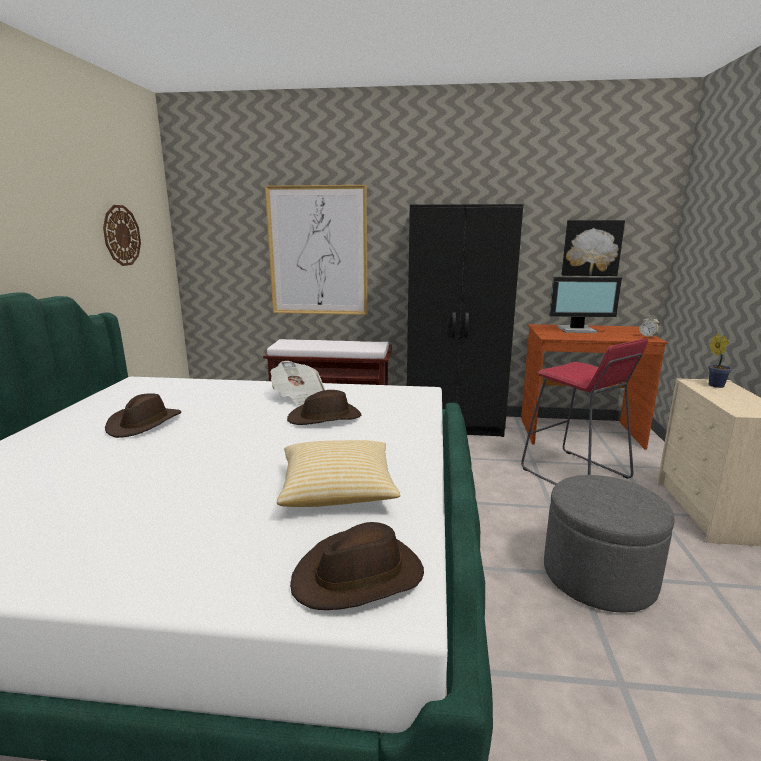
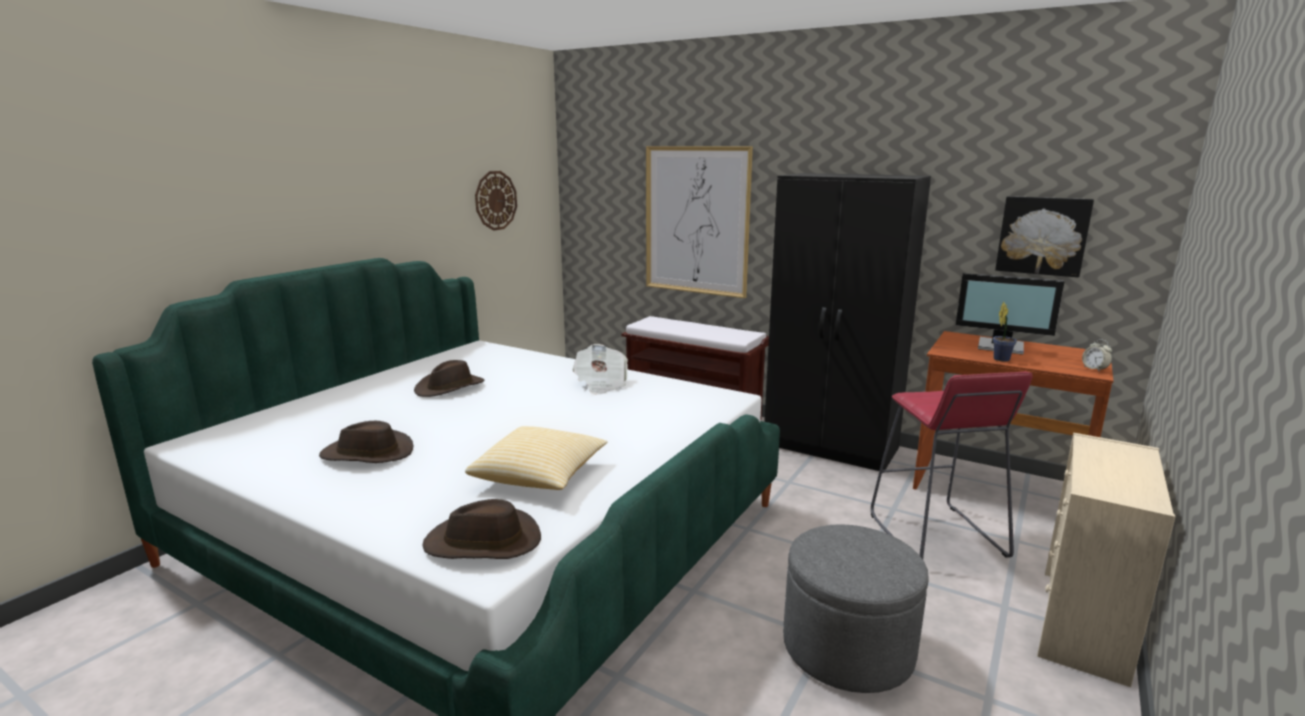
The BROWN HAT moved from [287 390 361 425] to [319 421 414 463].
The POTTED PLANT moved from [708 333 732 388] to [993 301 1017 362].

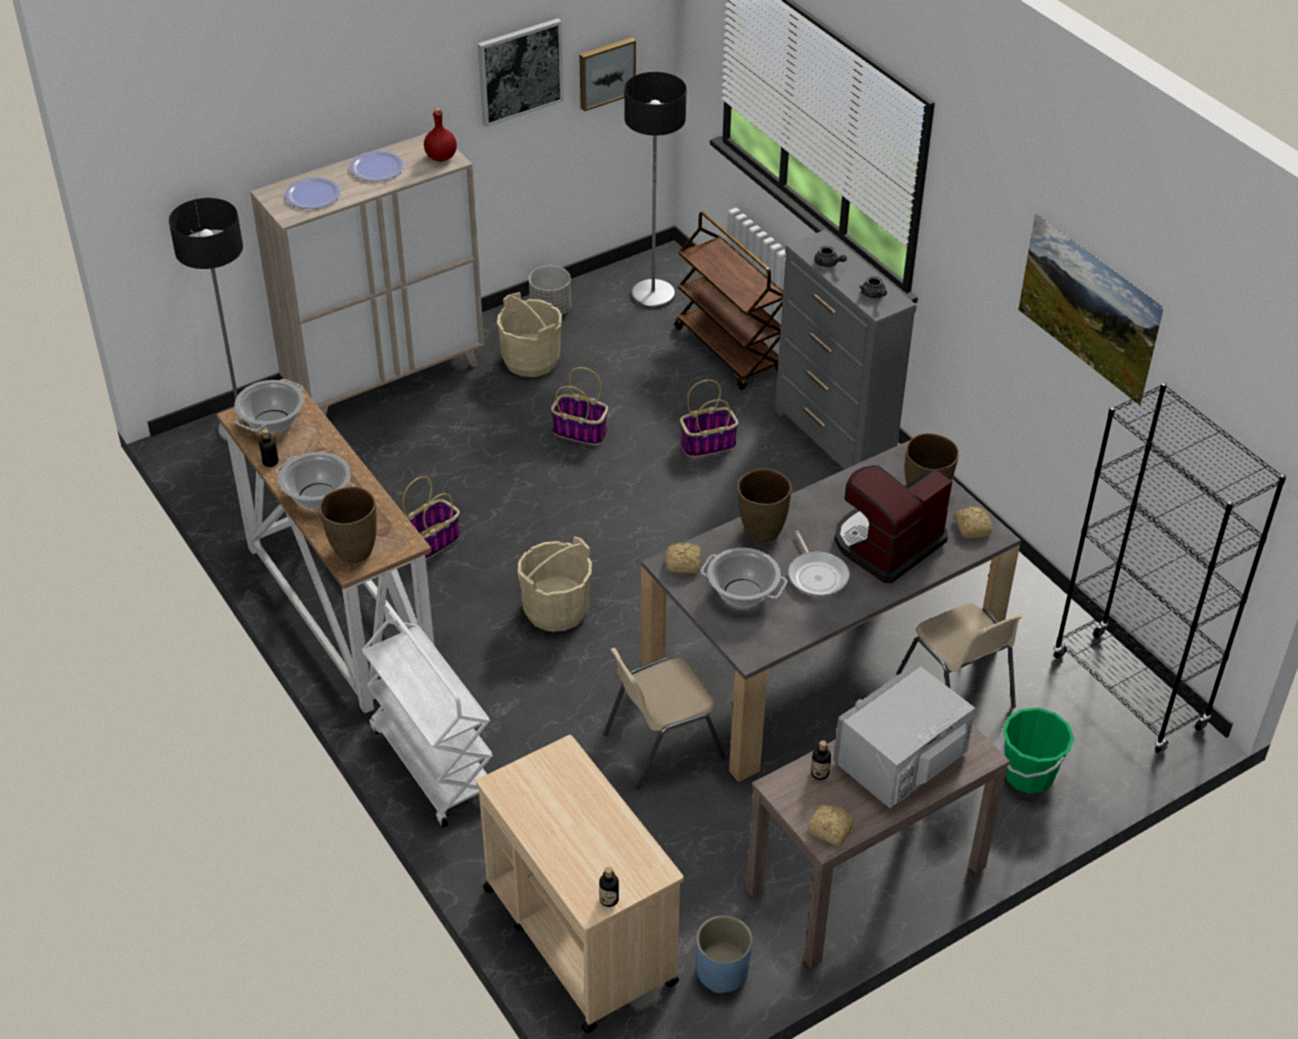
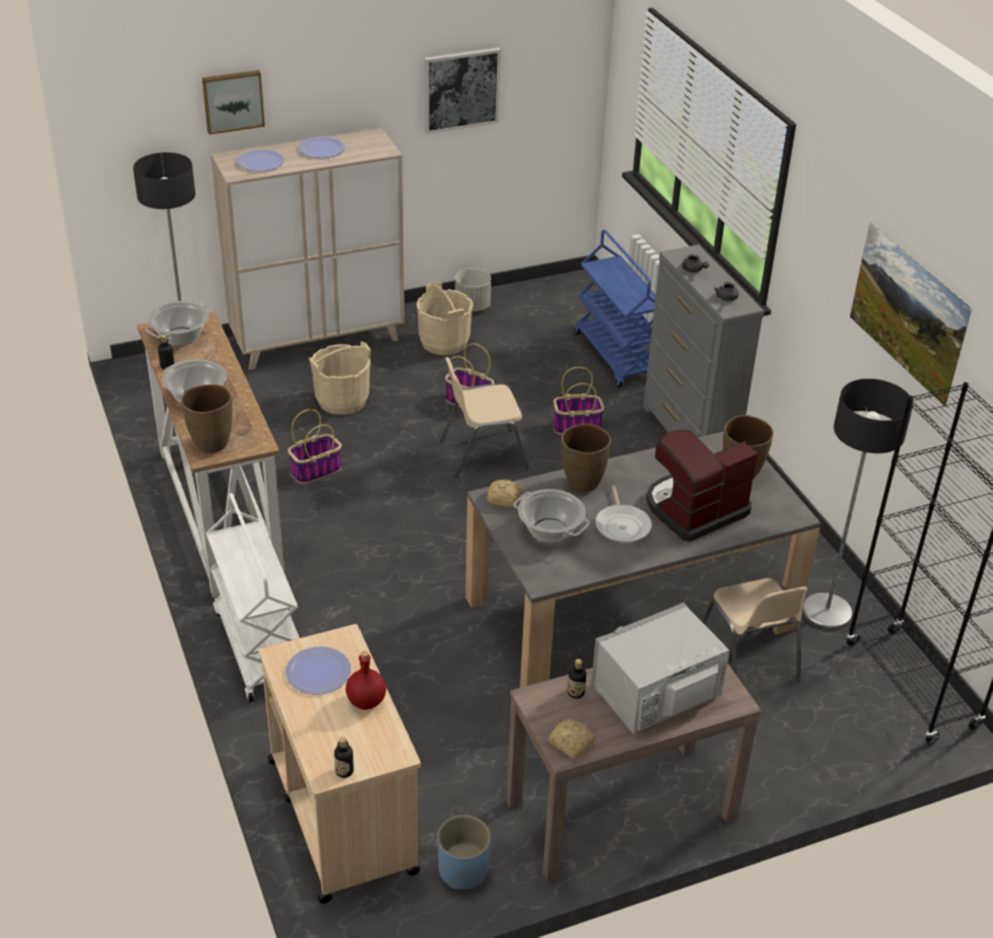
The PICTURE moved from [579 37 636 112] to [202 70 265 135].
The PLATE at [286 646 351 695] appeared.
The BEIGE BUCKET moved from [518 537 592 632] to [309 342 371 415].
The RED BOTTLE moved from [424 108 457 162] to [346 651 386 710].
The BEIGE CHAIR moved from [604 648 726 789] to [440 357 529 478].
The BROWN CART at [675 211 783 390] became the BLUE CART at [574 230 656 388].
The FLOOR LAMP moved from [624 72 686 309] to [803 379 913 630].
The BREAD at [954 507 992 538] disappeared.
The GREEN BUCKET at [1001 708 1074 794] disappeared.

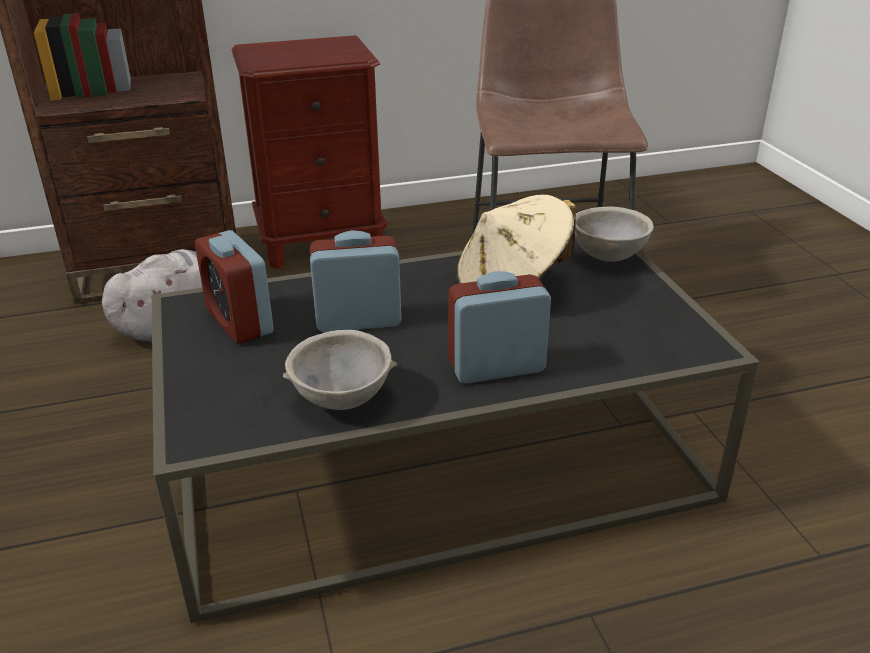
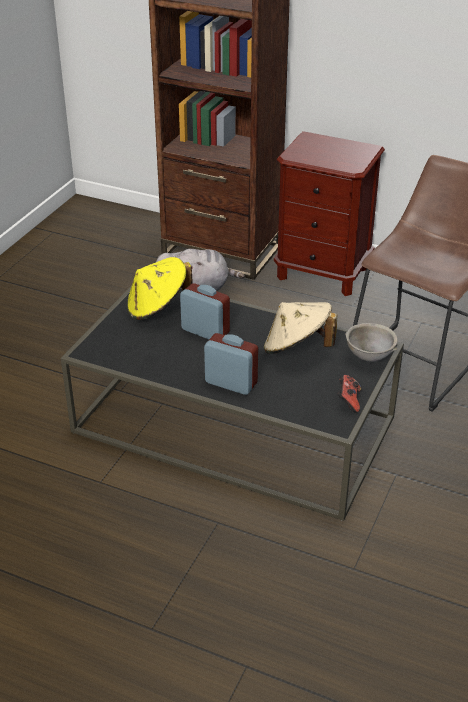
The ALARM CLOCK at [195 230 274 344] was replaced by the YELLOW HAT at [127 257 193 320].
The GAME CONTROLLER at [338 375 361 413] appeared.
The GREY BOWL at [283 330 397 410] disappeared.

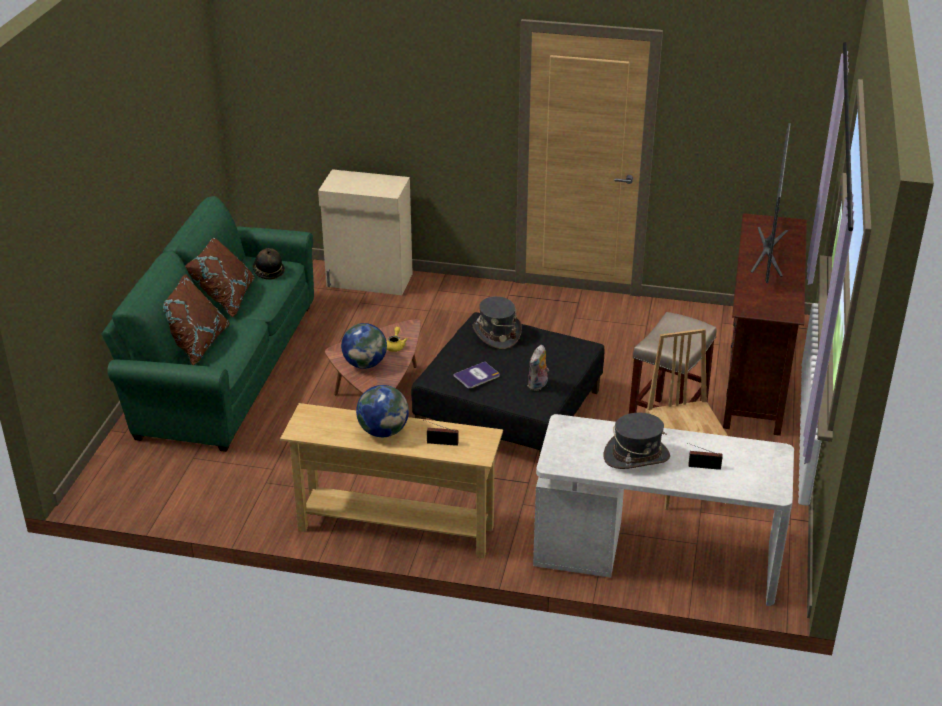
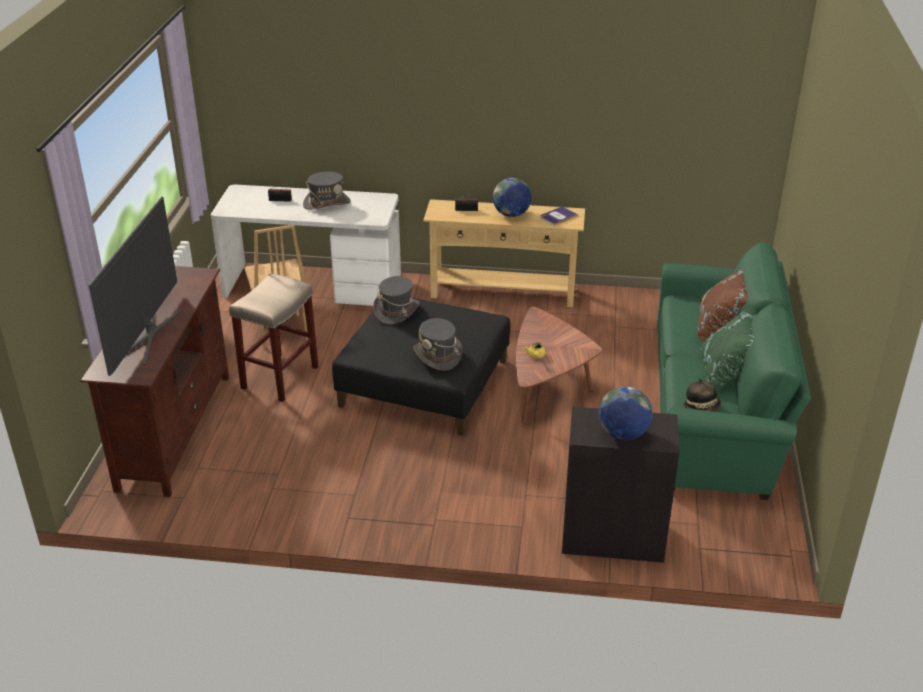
The PLUSH TOY at [528 345 549 391] was replaced by the GREY HAT at [373 276 420 325].
The BOOK moved from [453 362 499 389] to [540 207 578 226].
The BEIGE CABINET at [318 169 413 295] became the BLACK CABINET at [562 407 679 563].
The GLOBE moved from [341 323 387 369] to [599 387 653 440].
The BROWN PILLOW at [185 238 255 317] became the GREEN PILLOW at [699 305 757 392].

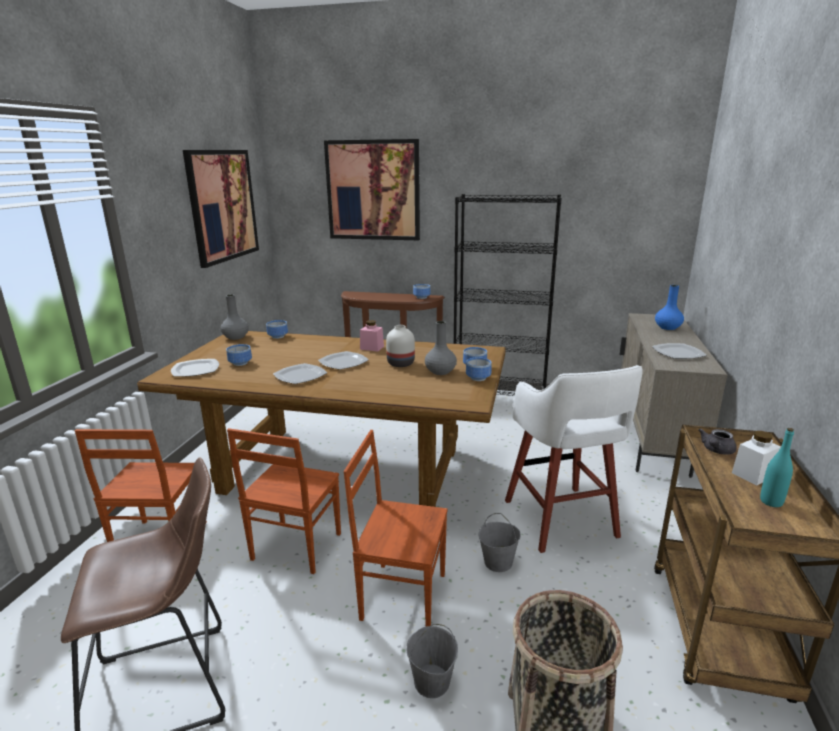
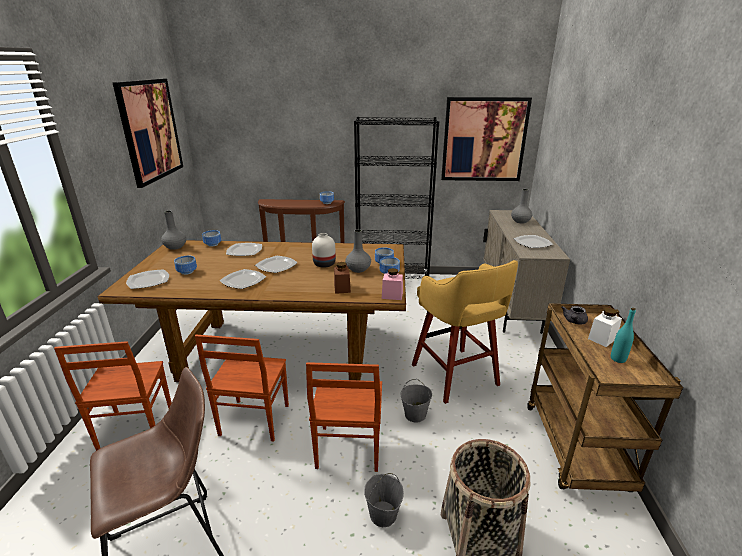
The PLATE at [226 243 262 256] appeared.
The BROWN CHAIR at [343 430 448 627] turned 90 degrees counterclockwise.
The BROWN JAR at [334 262 351 294] appeared.
The PINK JAR moved from [360 320 384 351] to [382 268 403 300].
The WHITE STOOL at [505 365 643 553] became the YELLOW STOOL at [412 260 518 404].
The PICTURE moved from [324 139 420 240] to [441 97 532 181].
The BLUE VASE at [655 285 684 330] became the GREY VASE at [511 189 532 223].

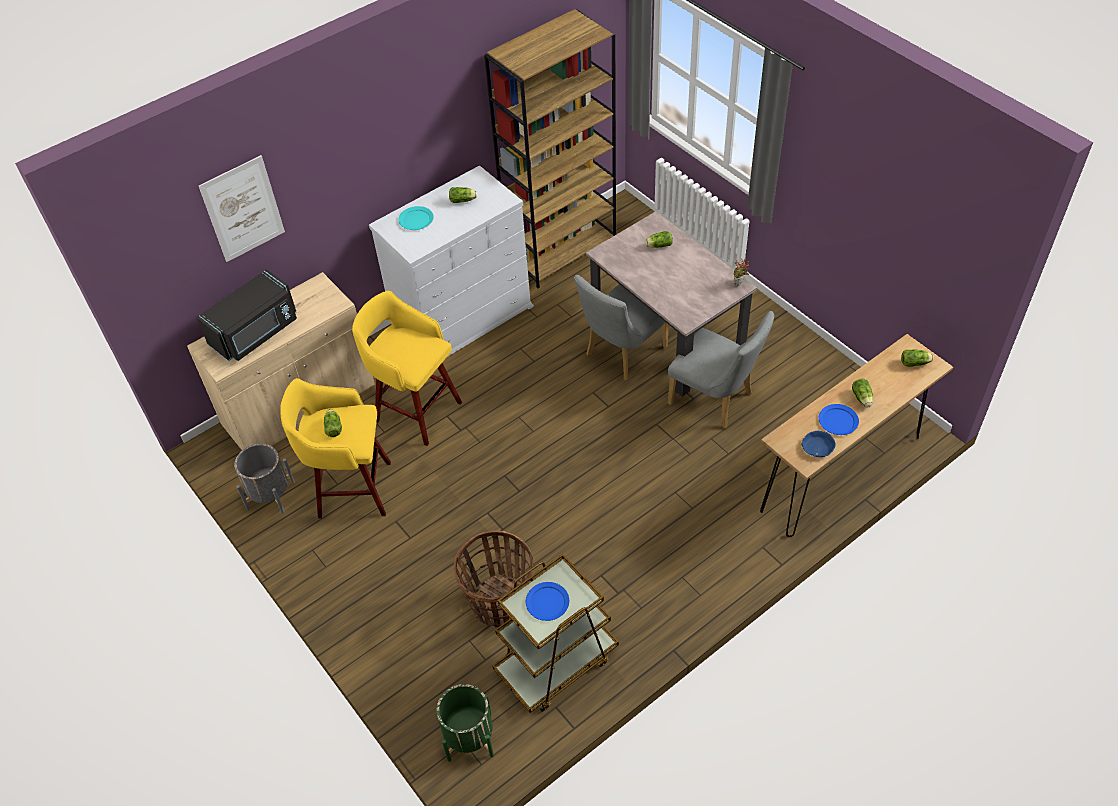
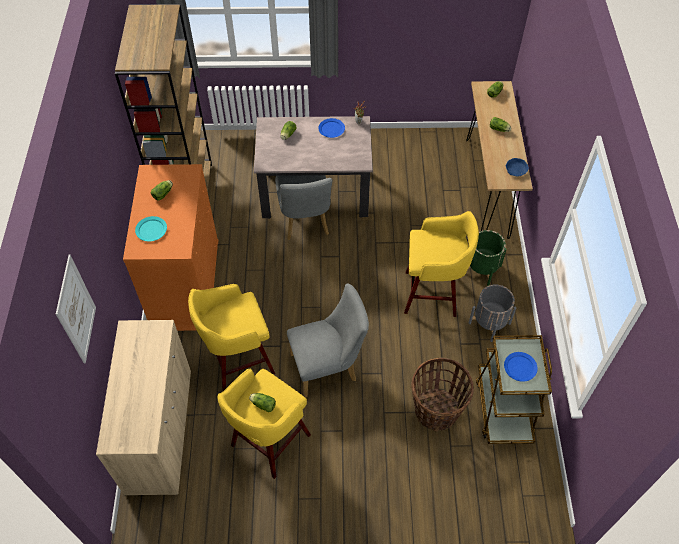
The WHITE DRESSER at [369 165 534 357] became the ORANGE DRESSER at [123 164 218 331].
The GREY CHAIR moved from [668 311 774 429] to [287 283 369 398].
The BLUE PLATE moved from [819 404 859 435] to [318 118 345 138].
The YELLOW STOOL at [404 211 479 317] appeared.
The GREEN PLANTER moved from [436 684 494 762] to [469 230 507 286].
The GREY PLANTER moved from [234 444 295 514] to [469 284 516 342].
The BLACK MICROWAVE at [196 269 297 361] disappeared.

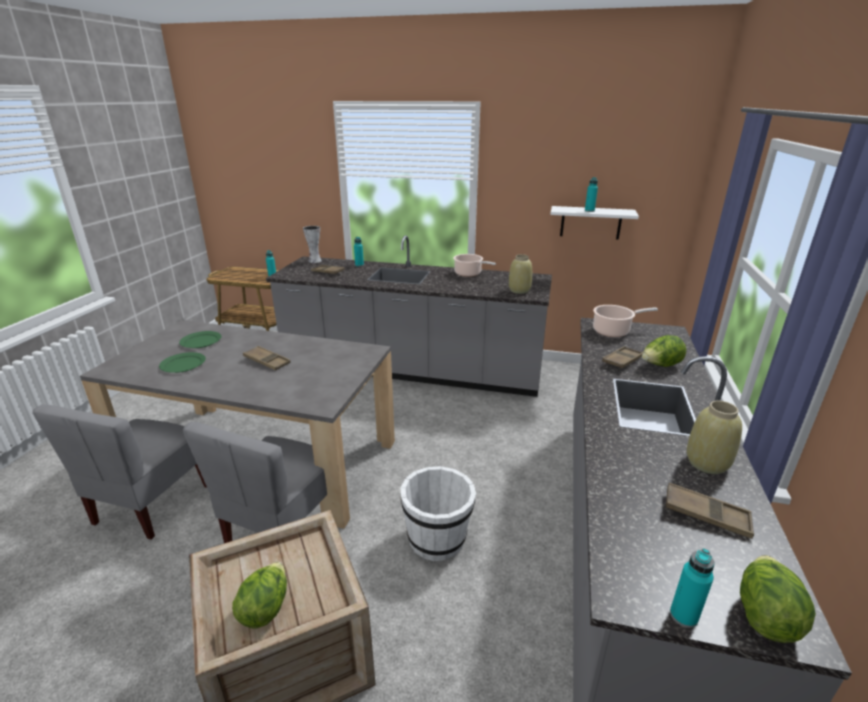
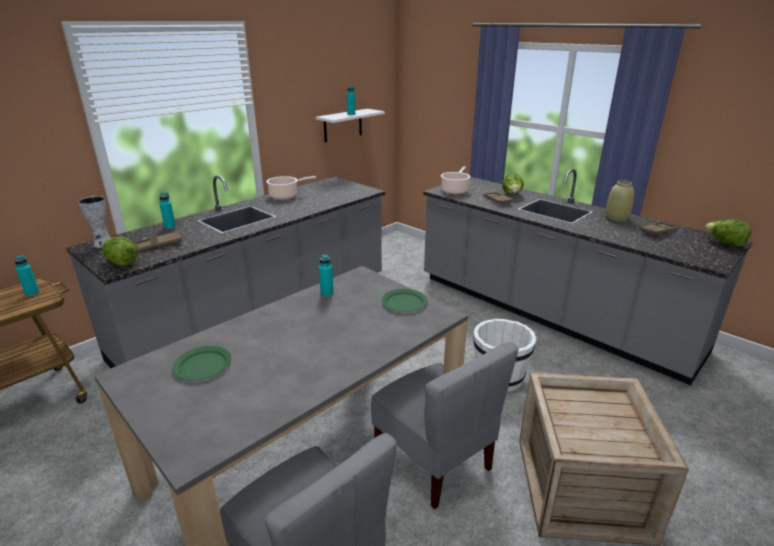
The LETTUCE moved from [232 562 287 629] to [102 237 137 266].
The TURQUOISE BOTTLE moved from [670 548 715 628] to [319 254 334 297].
The GREEN PLATE moved from [159 352 206 373] to [382 289 427 312].
The BROWN TRAY at [243 346 291 371] disappeared.
The BEIGE VASE at [509 254 532 294] disappeared.

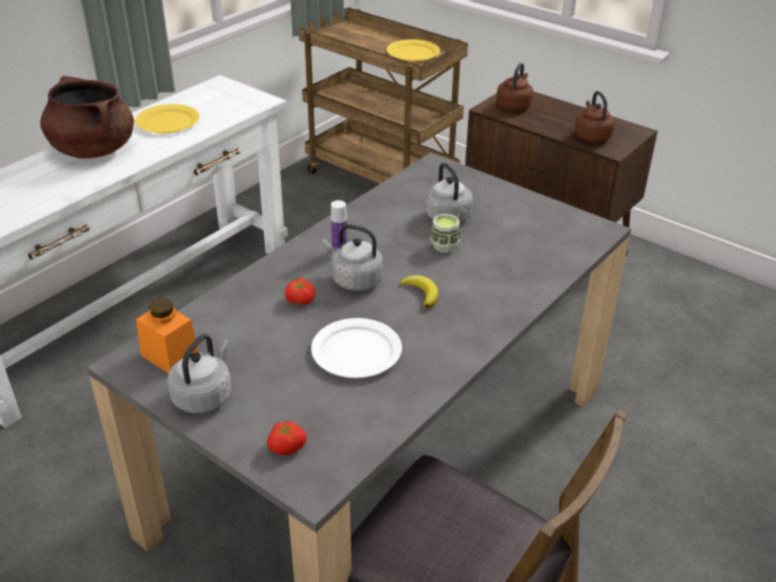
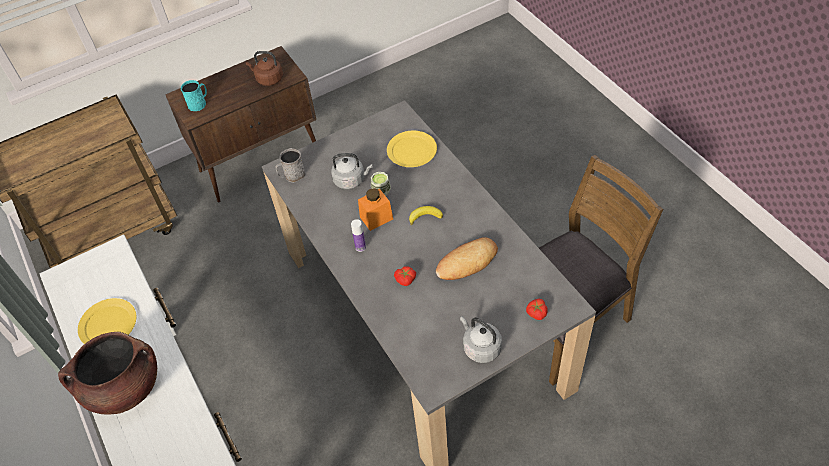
The BROWN KETTLE at [496 63 533 111] was replaced by the TURQUOISE MUG at [181 80 207 111].
The GREY MUG at [276 148 305 183] appeared.
The ORANGE JAR moved from [136 298 198 373] to [358 188 393 231].
The YELLOW PLATE moved from [387 39 440 62] to [387 131 437 167].
The WHITE PLATE at [311 318 402 378] was replaced by the BREAD at [436 237 498 280].
The GREY KETTLE at [322 224 383 291] disappeared.

